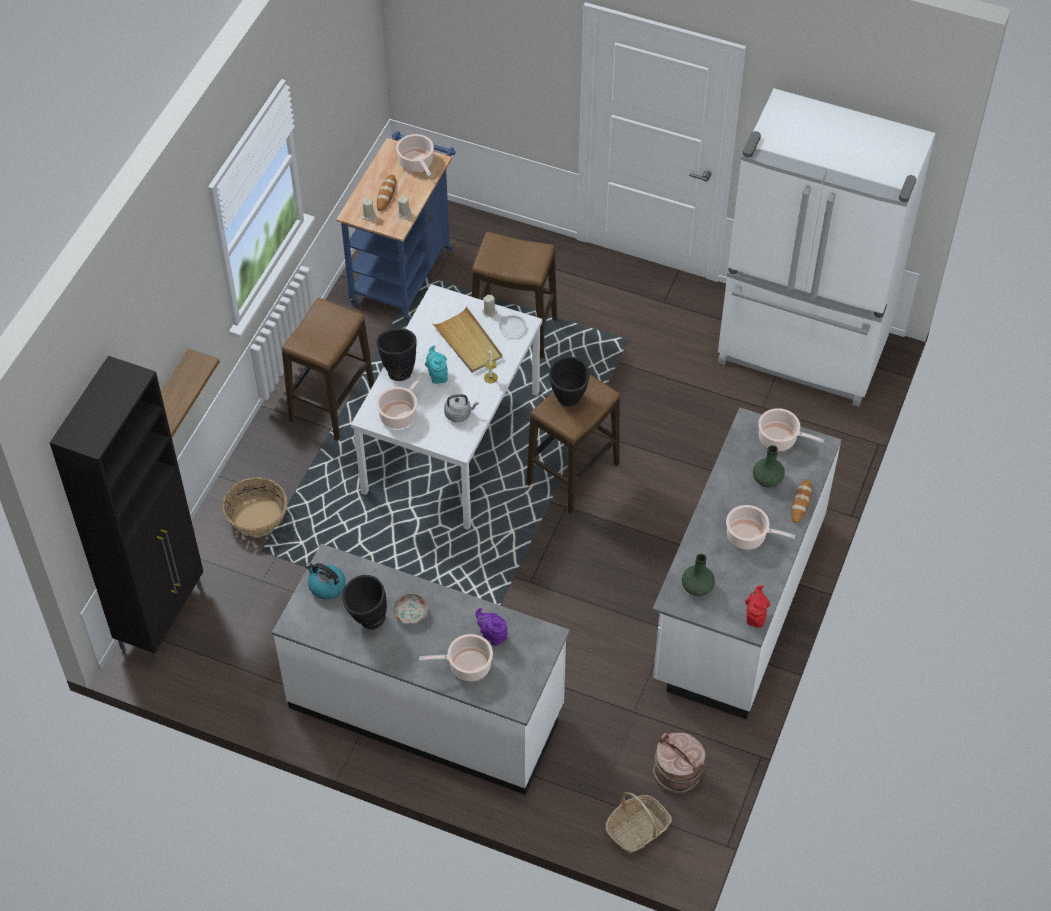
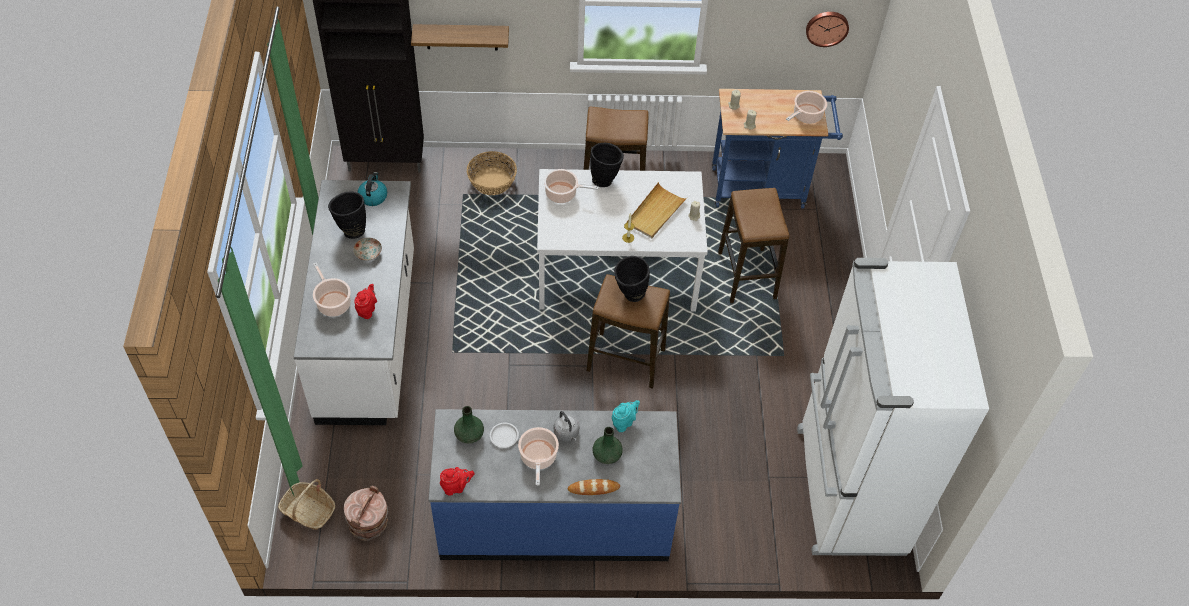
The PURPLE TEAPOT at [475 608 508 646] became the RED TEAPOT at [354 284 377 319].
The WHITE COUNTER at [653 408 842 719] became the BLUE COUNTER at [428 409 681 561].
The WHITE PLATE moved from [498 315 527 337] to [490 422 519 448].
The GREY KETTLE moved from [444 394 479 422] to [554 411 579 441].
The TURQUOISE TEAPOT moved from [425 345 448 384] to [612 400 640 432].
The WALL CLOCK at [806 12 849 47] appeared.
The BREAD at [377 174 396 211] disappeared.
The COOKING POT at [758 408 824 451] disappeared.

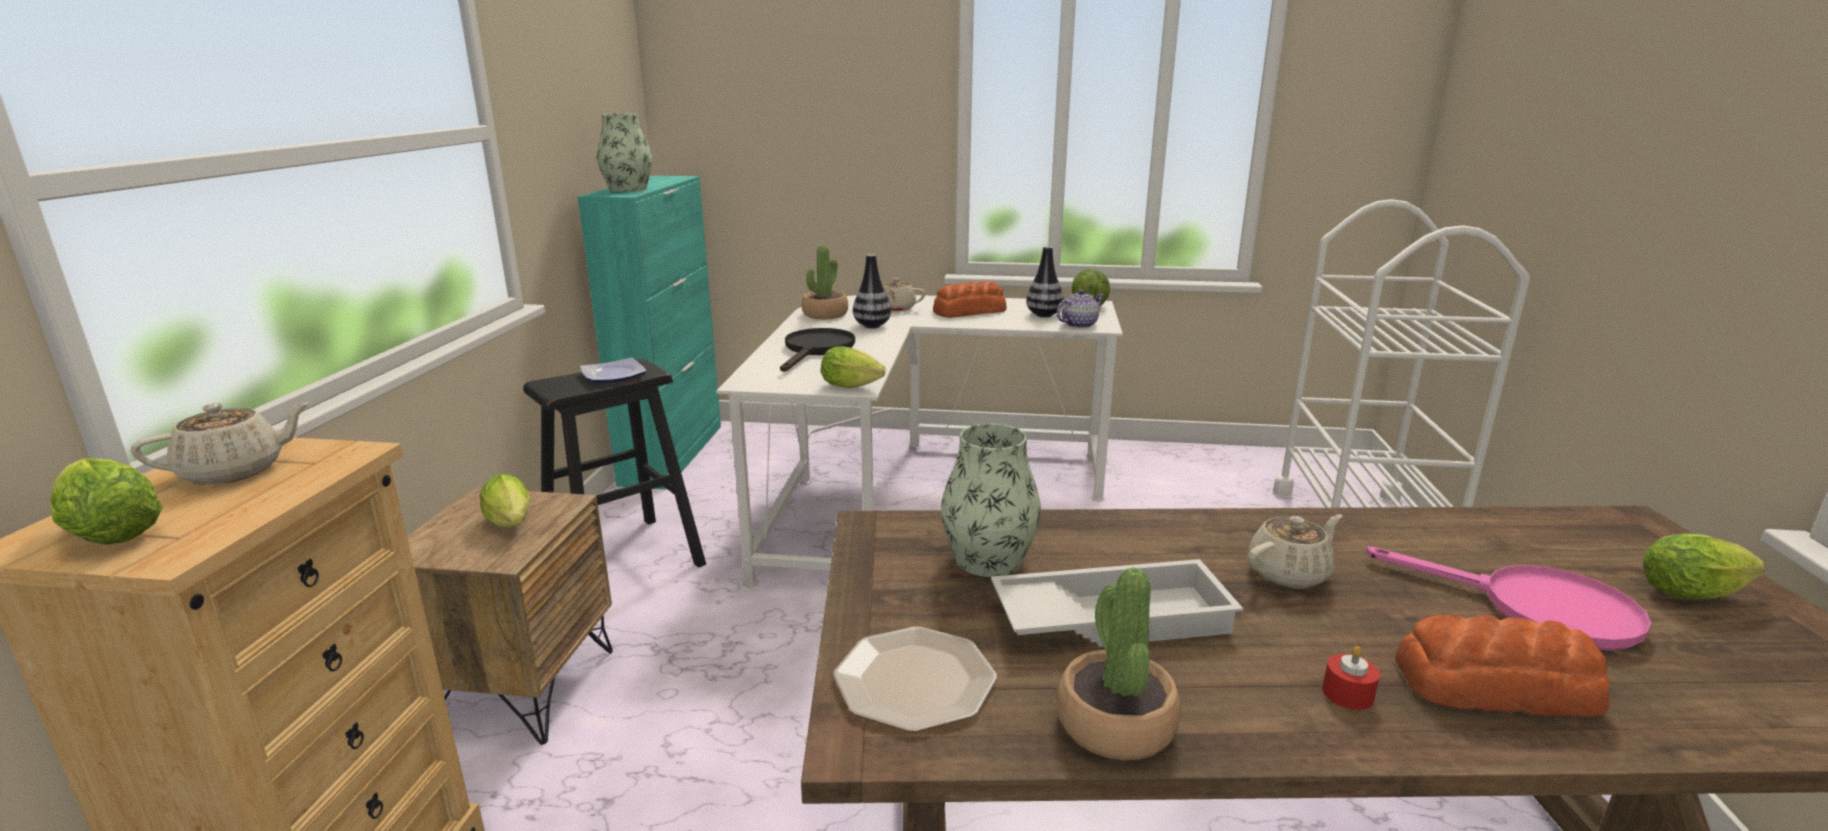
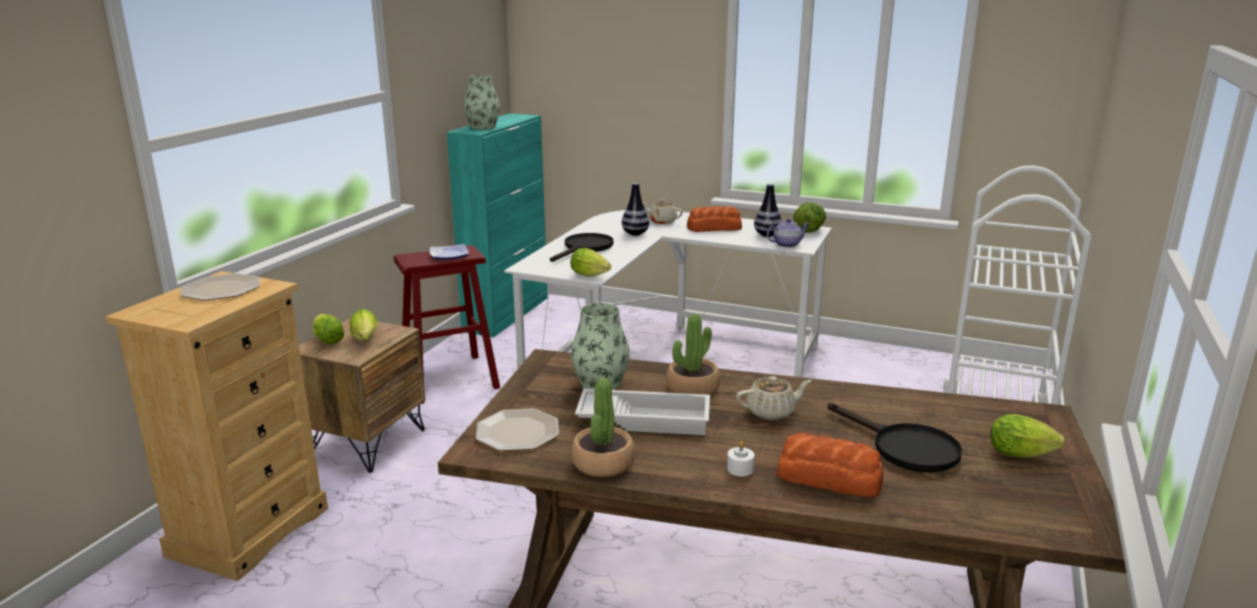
The BEIGE TEAPOT at [131 402 311 485] was replaced by the PLATE at [181 273 260 301].
The LETTUCE moved from [50 458 163 545] to [312 314 345 344].
The BLACK STOOL at [523 359 706 568] became the RED STOOL at [394 245 500 404].
The POTTED PLANT moved from [802 245 848 319] to [666 314 720 395].
The RED CANDLE at [1322 646 1380 710] became the WHITE CANDLE at [727 441 754 476].
The PINK FRYING PAN at [1366 546 1651 650] became the BLACK FRYING PAN at [828 403 962 473].

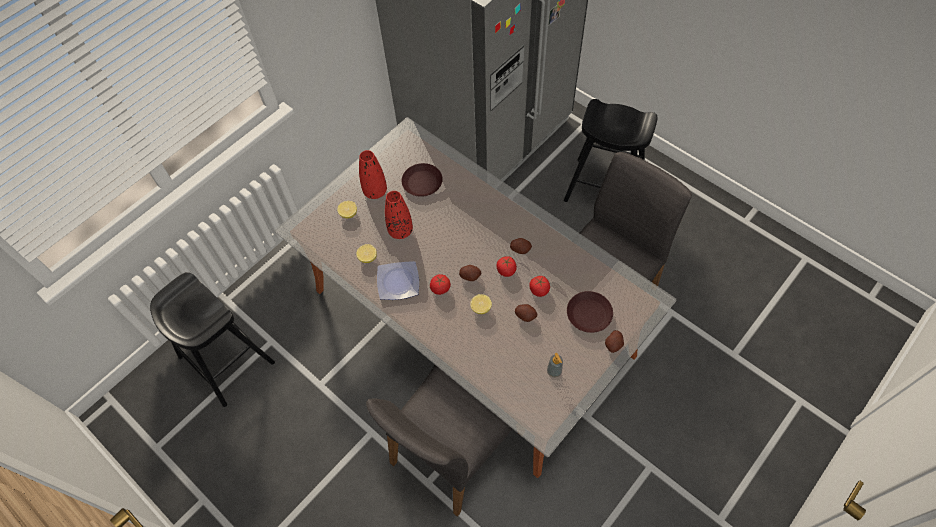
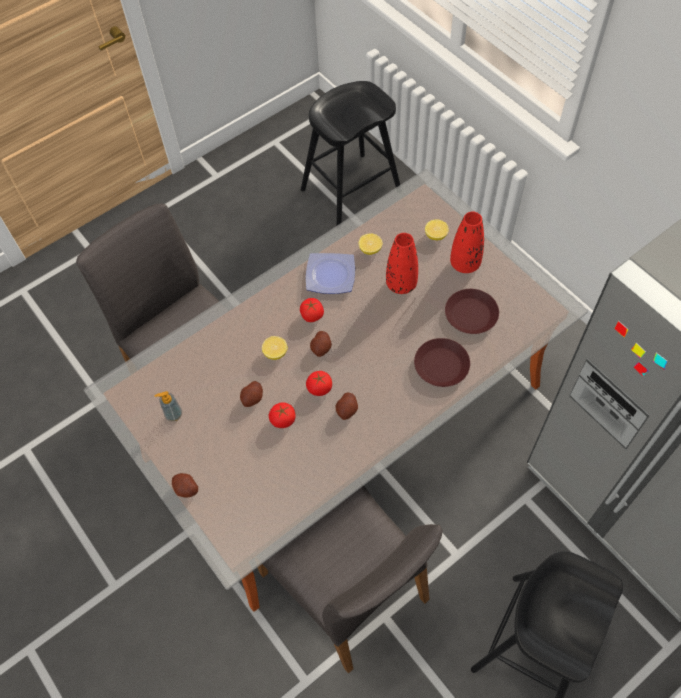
The BROWN PLATE moved from [567 291 613 333] to [414 338 470 387].

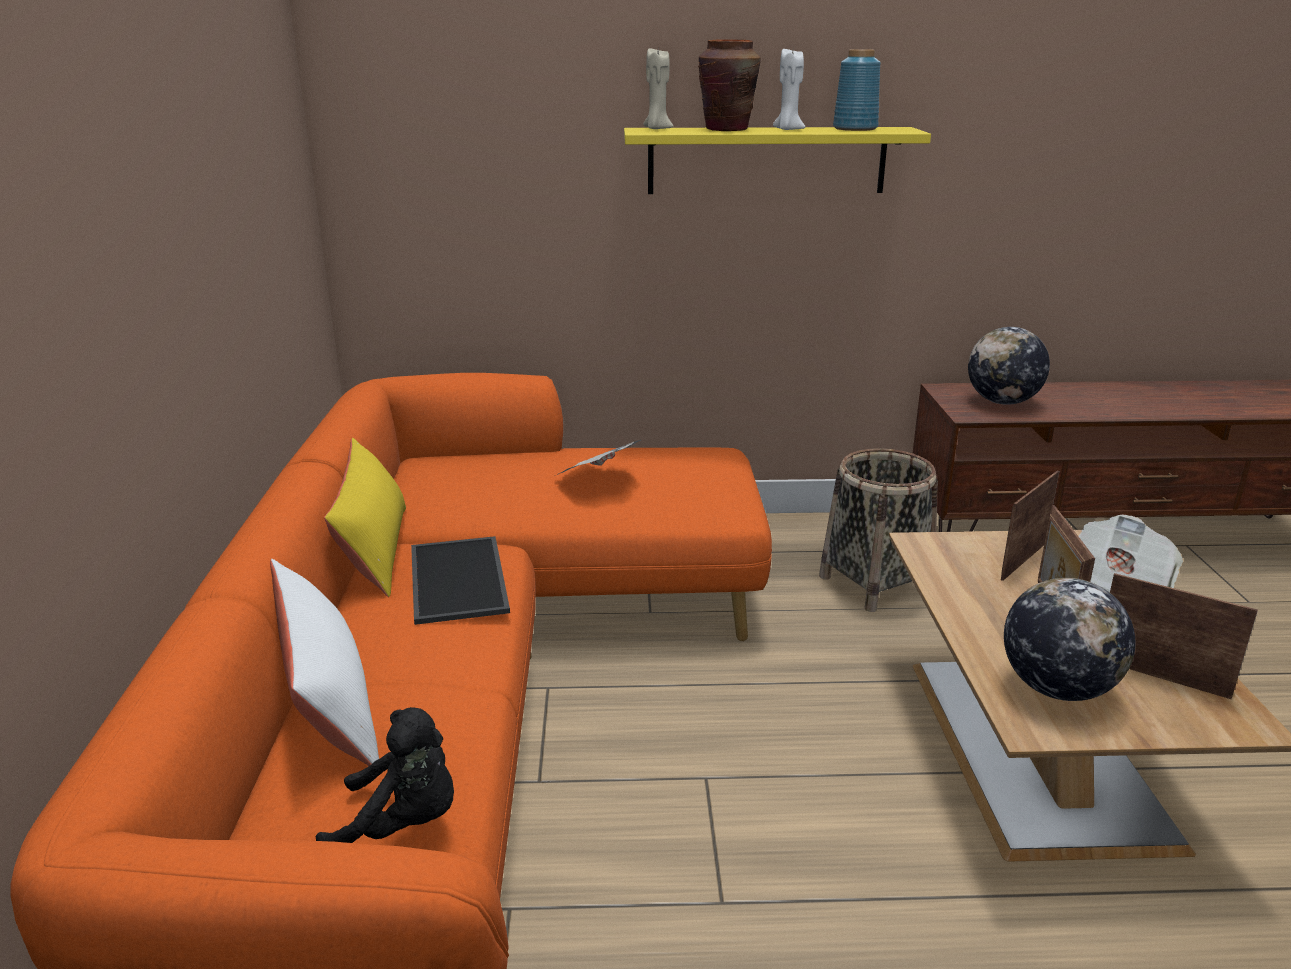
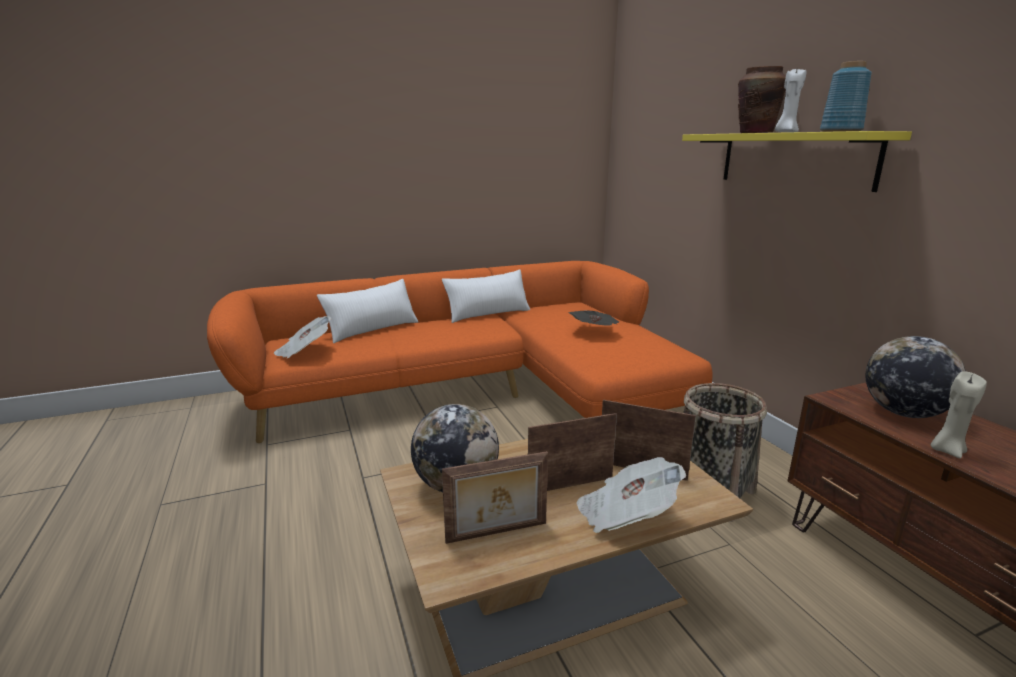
The BLACK PLUSH TOY at [316 707 454 843] was replaced by the NEWSPAPER at [274 316 332 358].
The YELLOW PILLOW at [324 438 406 597] became the WHITE PILLOW at [442 269 530 323].
The PICTURE FRAME at [1110 573 1258 699] turned 60 degrees clockwise.
The BEIGE CANDLE moved from [643 49 673 129] to [931 371 987 459].
The TRAY at [411 536 510 625] disappeared.

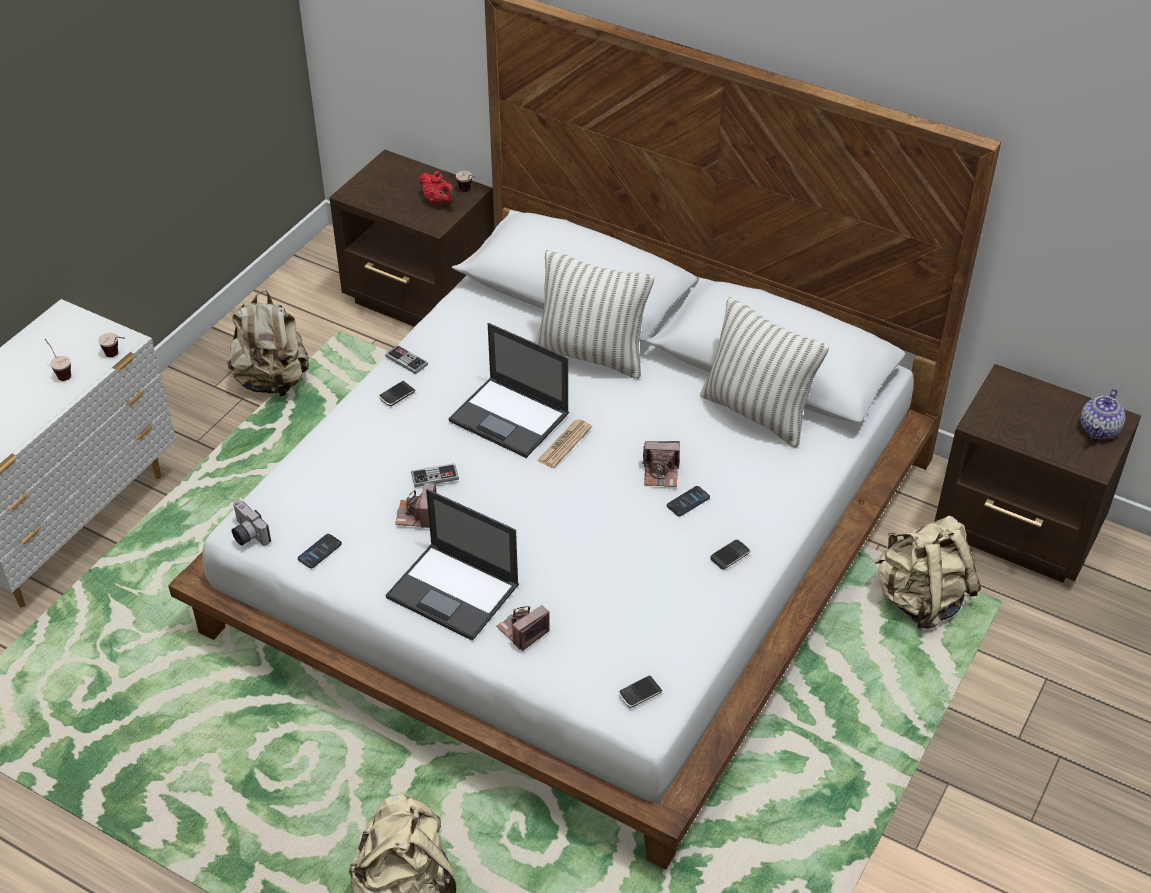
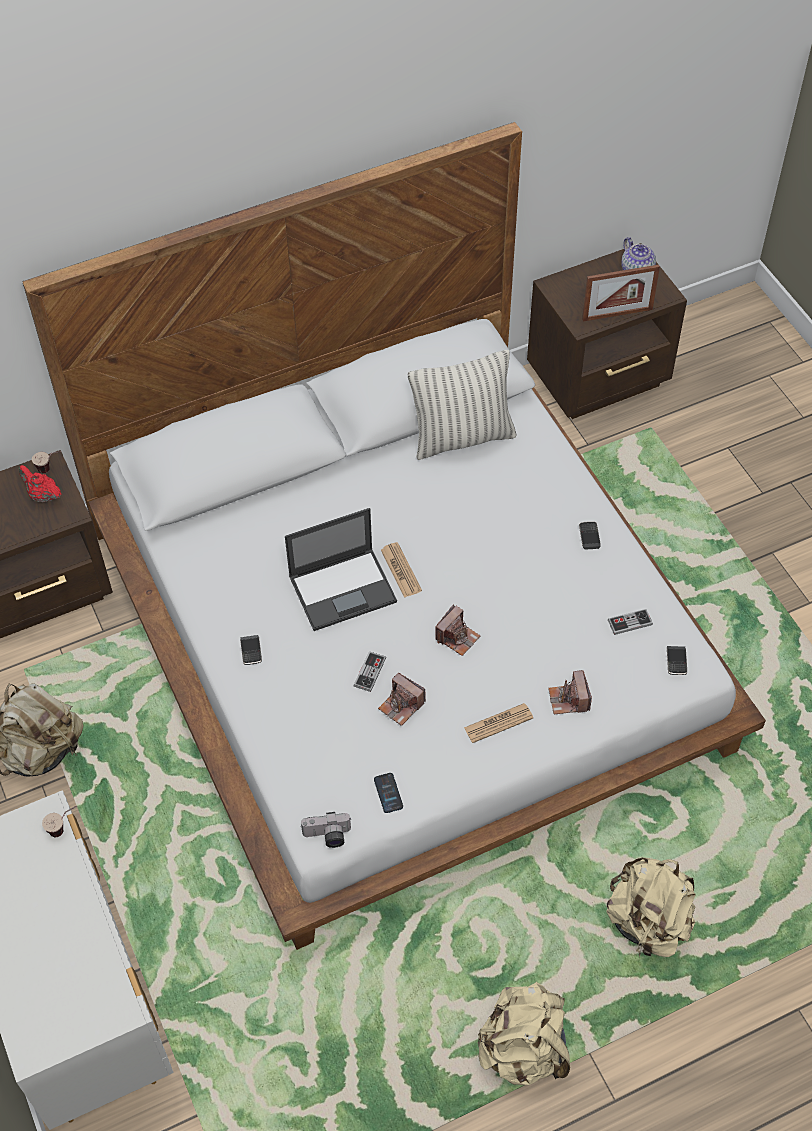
The RED TEAPOT at [419 171 455 204] turned 135 degrees counterclockwise.
The PHOTO CAMERA moved from [642 441 680 487] to [435 604 480 656].
The LAPTOP at [386 489 519 641] was replaced by the NEWSPAPER at [464 703 533 743].
The BEIGE BACKPACK moved from [874 515 981 629] to [477 982 570 1085].
The PICTURE FRAME at [582 265 660 322] appeared.
The GAME CONTROLLER moved from [385 345 428 374] to [608 609 653 635].
The CUP at [45 339 71 381] disappeared.
The PILLOW at [535 250 654 379] disappeared.
The PHONE at [667 486 710 516] disappeared.

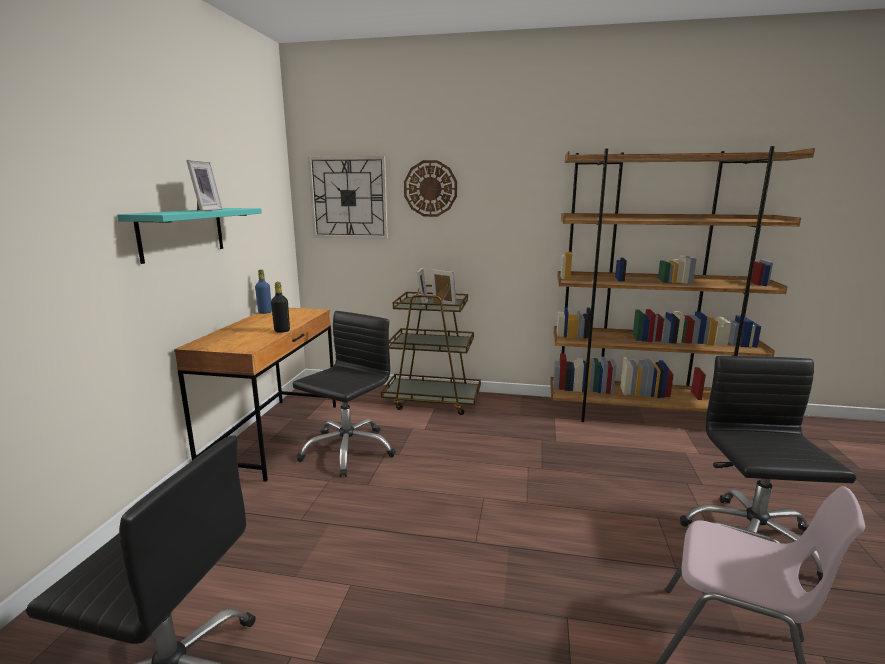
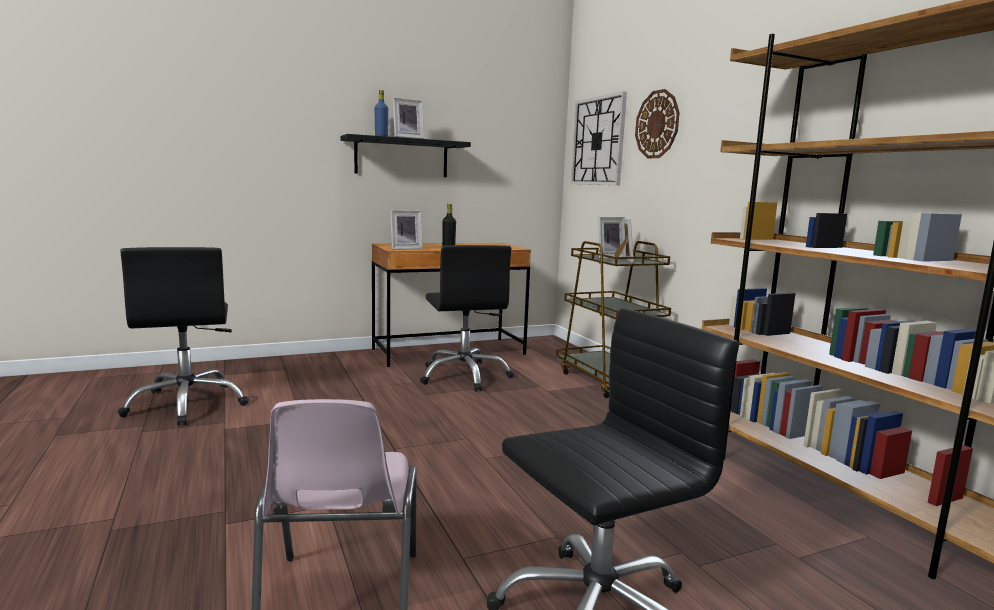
The TURQUOISE SHELF at [117 208 262 264] became the BLACK SHELF at [341 134 471 177].
The BLUE BOTTLE moved from [255 270 272 314] to [375 90 388 136].
The PICTURE FRAME at [390 210 423 250] appeared.
The BLACK OFFICE CHAIR at [293 311 396 477] turned 75 degrees clockwise.

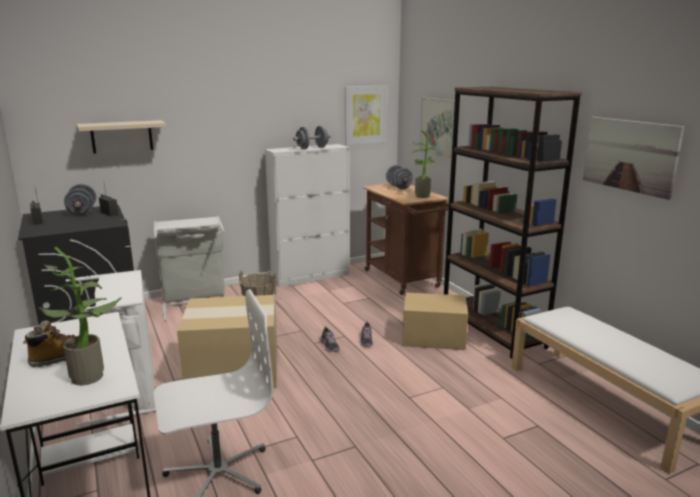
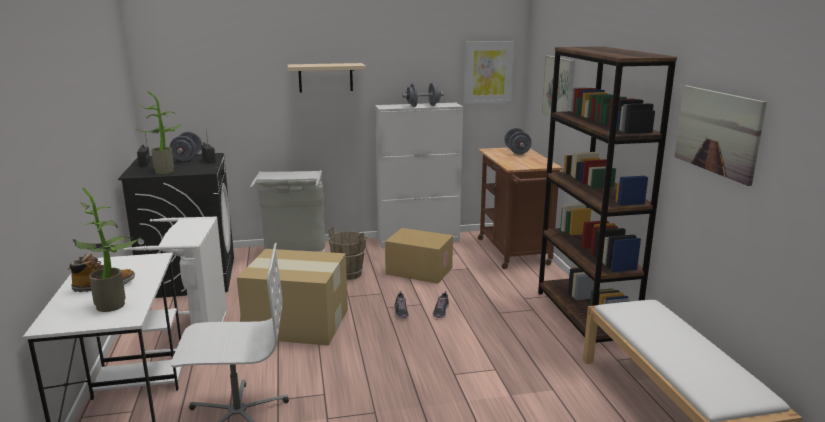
The POTTED PLANT moved from [409 130 436 198] to [135 91 182 174].
The BEIGE SHELF moved from [77 120 166 154] to [287 63 366 92].
The CARDBOARD BOX moved from [402 292 468 350] to [385 228 453 284].

